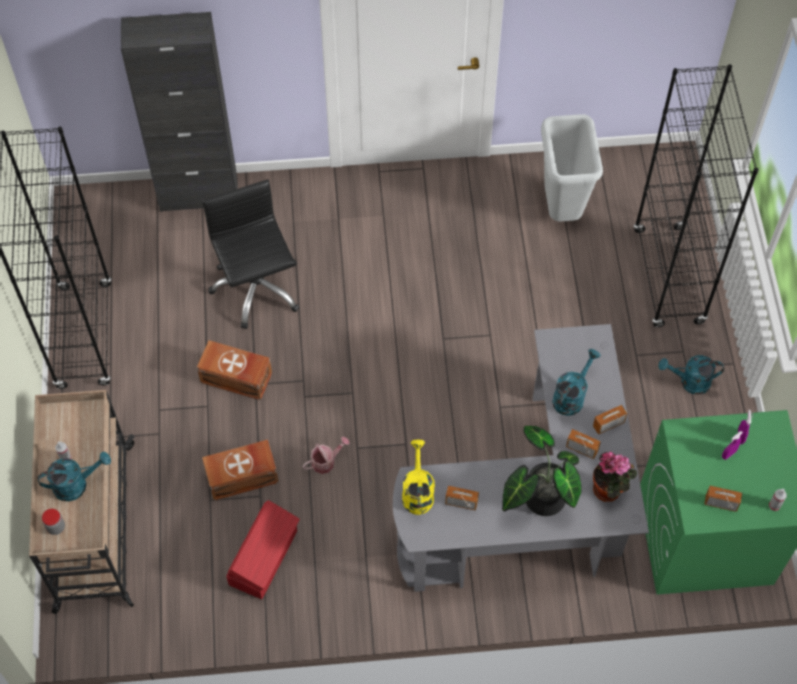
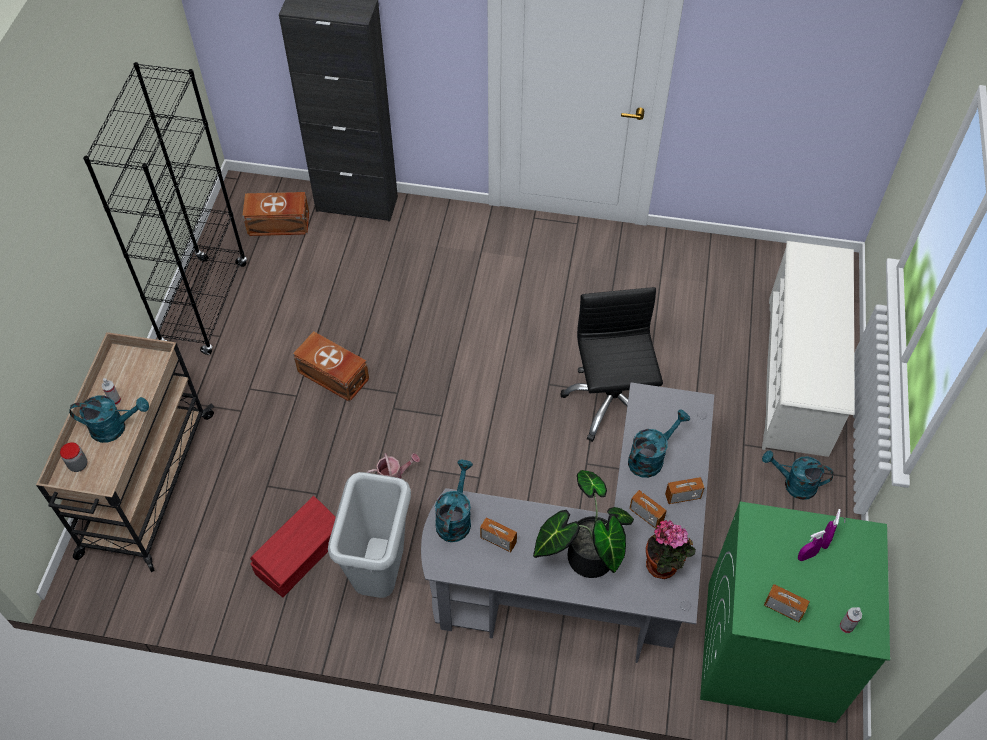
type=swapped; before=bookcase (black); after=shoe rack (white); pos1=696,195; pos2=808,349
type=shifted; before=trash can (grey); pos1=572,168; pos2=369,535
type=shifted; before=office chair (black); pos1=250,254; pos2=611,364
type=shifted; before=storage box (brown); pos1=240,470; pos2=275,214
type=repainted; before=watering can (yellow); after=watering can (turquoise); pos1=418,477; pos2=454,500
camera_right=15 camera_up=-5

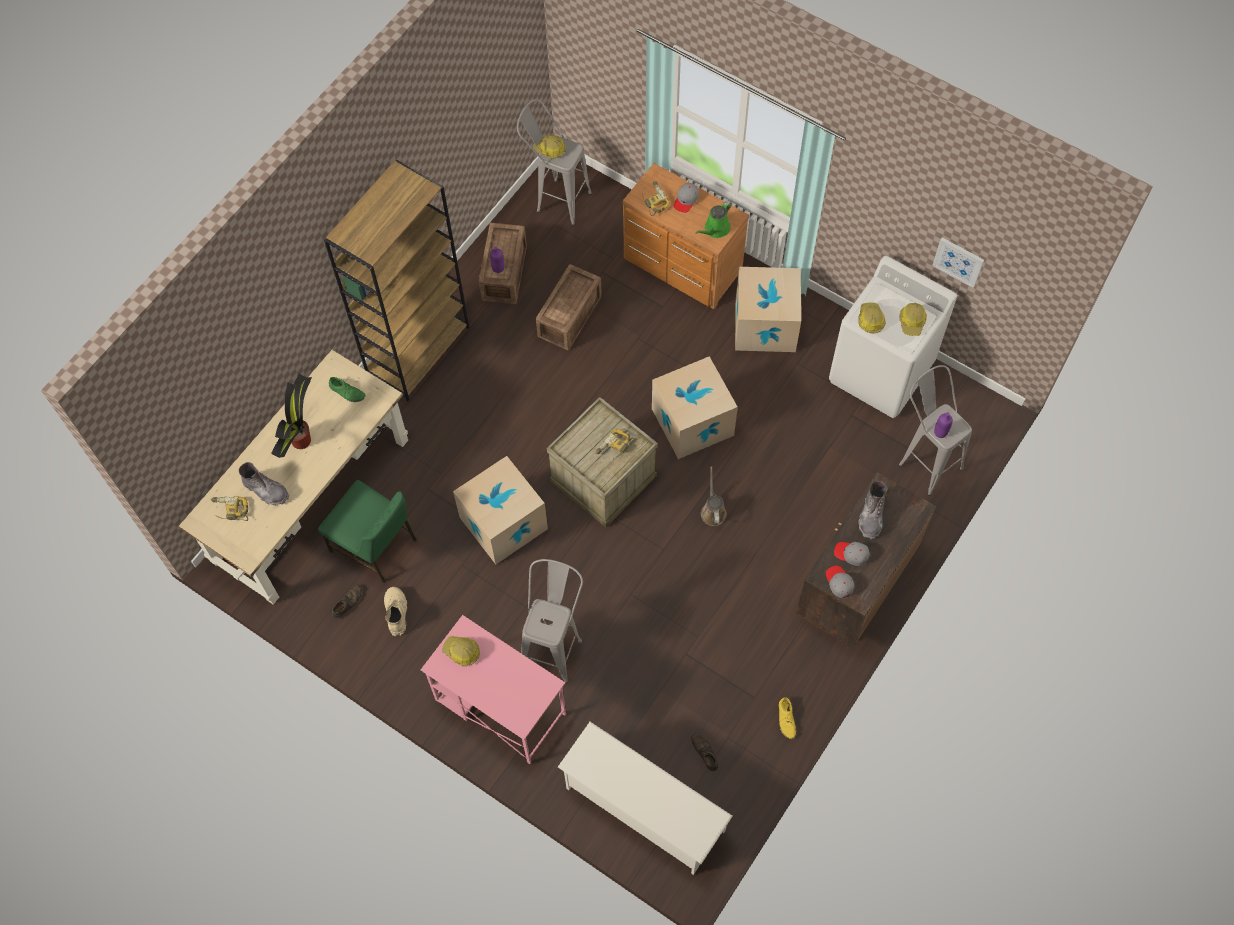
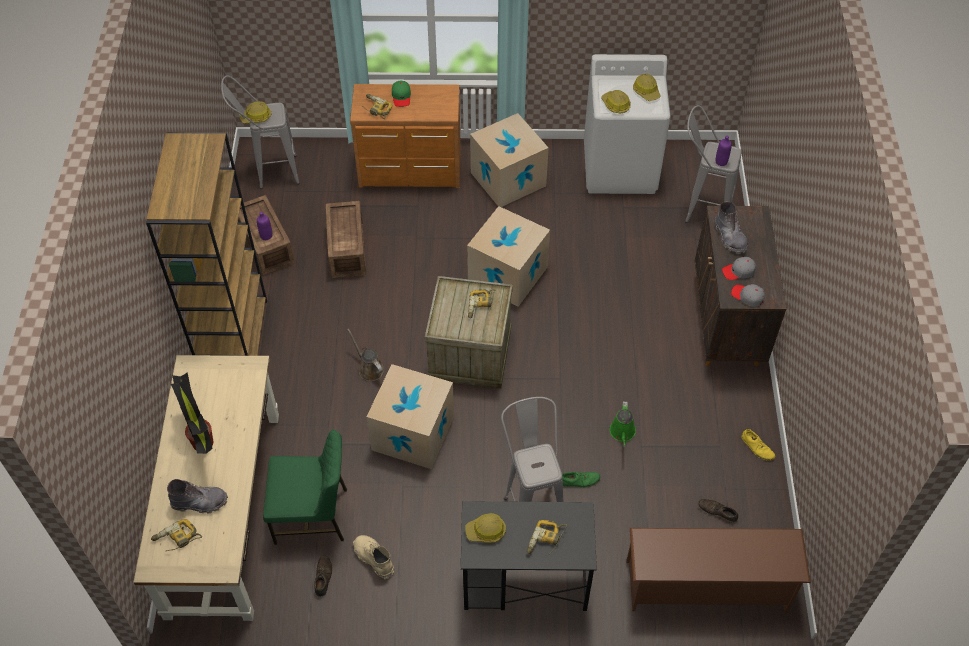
type=repainted; before=cap (grey); after=cap (green); pos1=686,198; pos2=401,93
type=shifted; before=watering can (green); pos1=713,219; pos2=623,424
type=gone; before=picture; pos1=958,262
type=shifted; before=shoe (green); pos1=347,389; pos2=581,479
type=shifted; before=watering can (brown); pos1=714,496; pos2=365,355
type=repainted; before=desk (pink); after=desk (black); pos1=493,689; pos2=529,556
type=repainted; before=shoe rack (white); after=shoe rack (brown); pos1=645,798; pos2=718,570
type=new; after=power drill; pos2=547,537
camera_right=-35 camera_up=-10

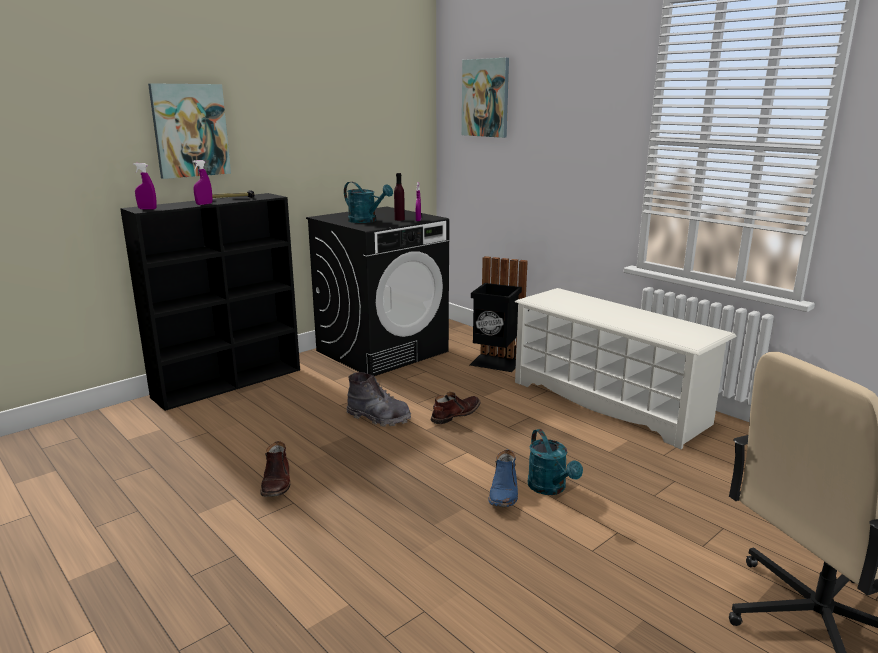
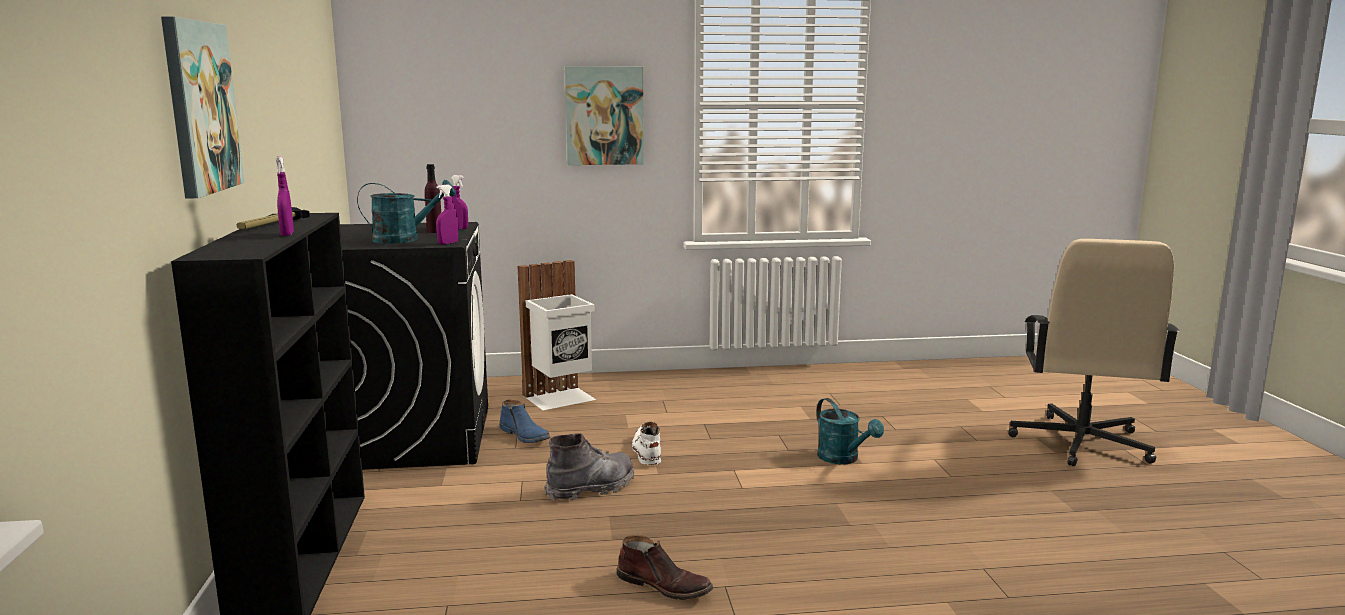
type=shifted; before=picture; pos1=485,98; pos2=604,115
type=shifted; before=spray bottle (purple); pos1=145,186; pos2=447,214
type=repainted; before=trash can (black); after=trash can (white); pos1=499,314; pos2=557,335
type=gone; before=shoe rack (white); pos1=626,368
type=repainted; before=boot (brown); after=boot (white); pos1=456,408; pos2=646,443
type=rotated; before=watering can (turquoise); pos1=555,462; pos2=850,431; turn=45
type=shifted; before=boot (blue); pos1=503,478; pos2=524,421
camera_right=-55 camera_up=-5

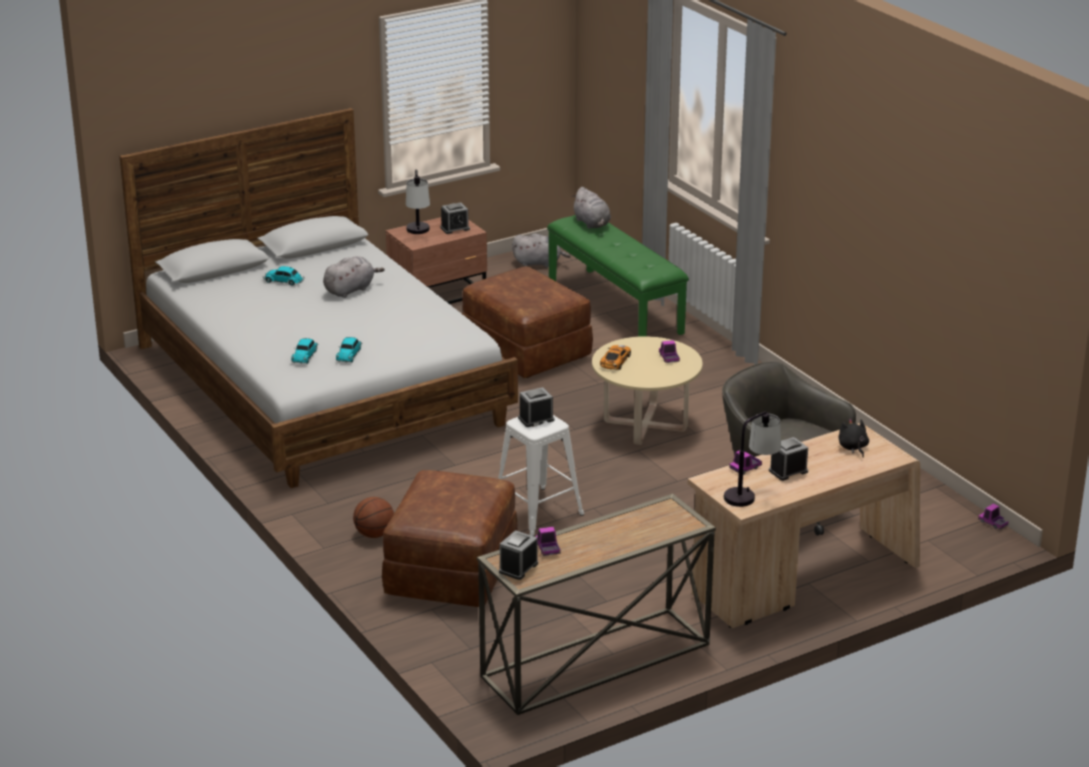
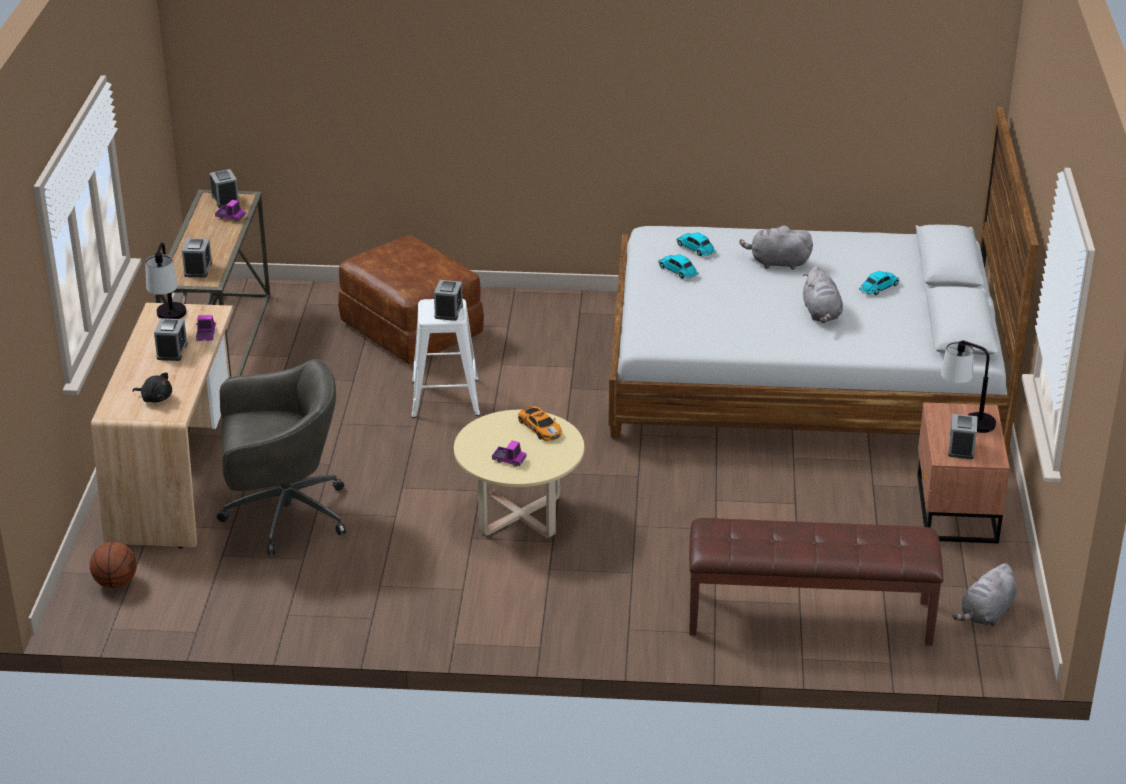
type=shifted; before=plush toy (grey); pos1=591,208; pos2=776,247
type=repainted; before=bench (green); after=bench (brown); pos1=618,276; pos2=816,582
type=gone; before=ottoman (brown); pos1=527,322
type=shifted; before=basketball; pos1=373,517; pos2=113,565
type=gone; before=toy truck; pos1=993,516
type=new; after=alarm clock; pos2=197,258
camera_right=125 camera_up=5

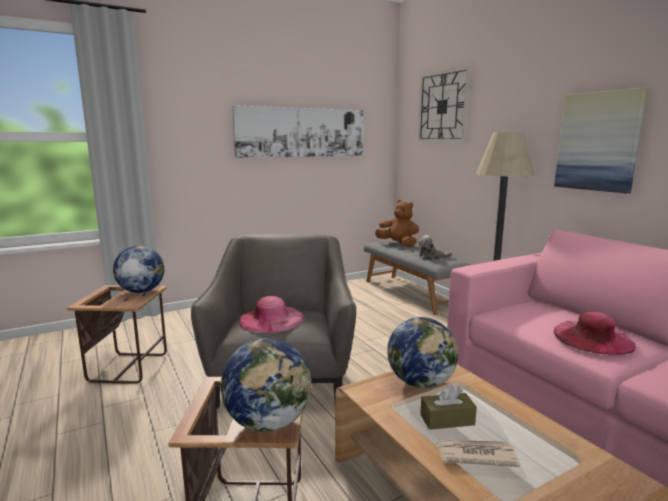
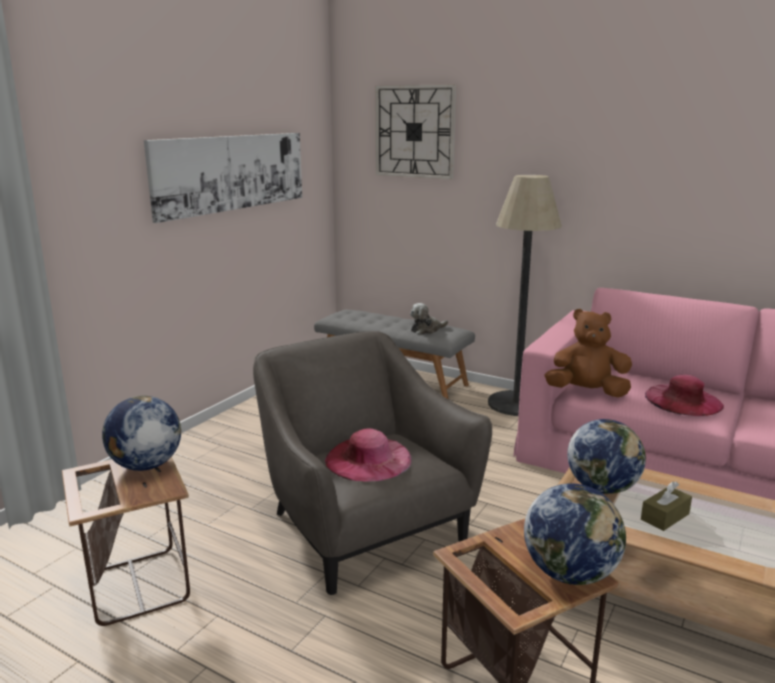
type=gone; before=picture; pos1=600,141
type=shifted; before=plush toy (brown); pos1=397,223; pos2=588,353
type=gone; before=newspaper; pos1=478,453
camera_right=-30 camera_up=5

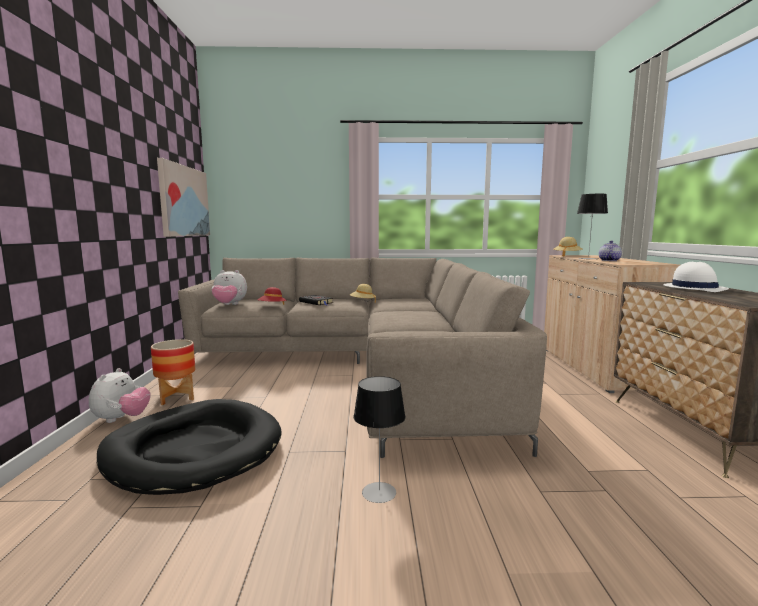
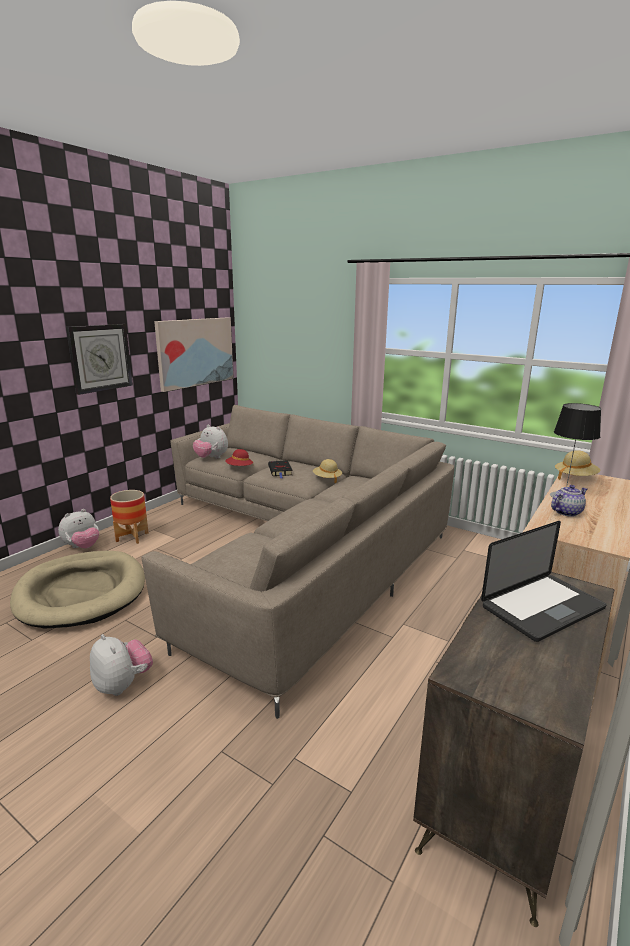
type=swapped; before=hat (white); after=laptop; pos1=696,277; pos2=543,581
type=swapped; before=table lamp; after=plush toy; pos1=380,439; pos2=121,665
type=repainted; before=dog bed (black); after=dog bed (beige); pos1=189,447; pos2=77,589
type=new; after=wall clock; pos2=99,359
camera_right=35 camera_up=10

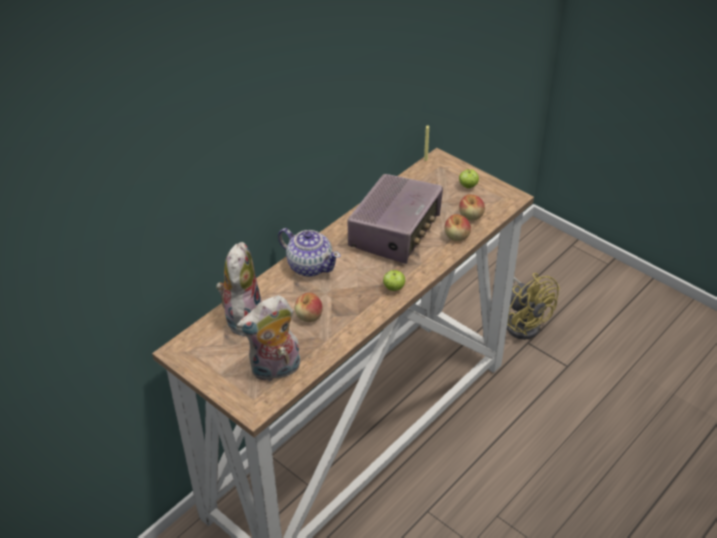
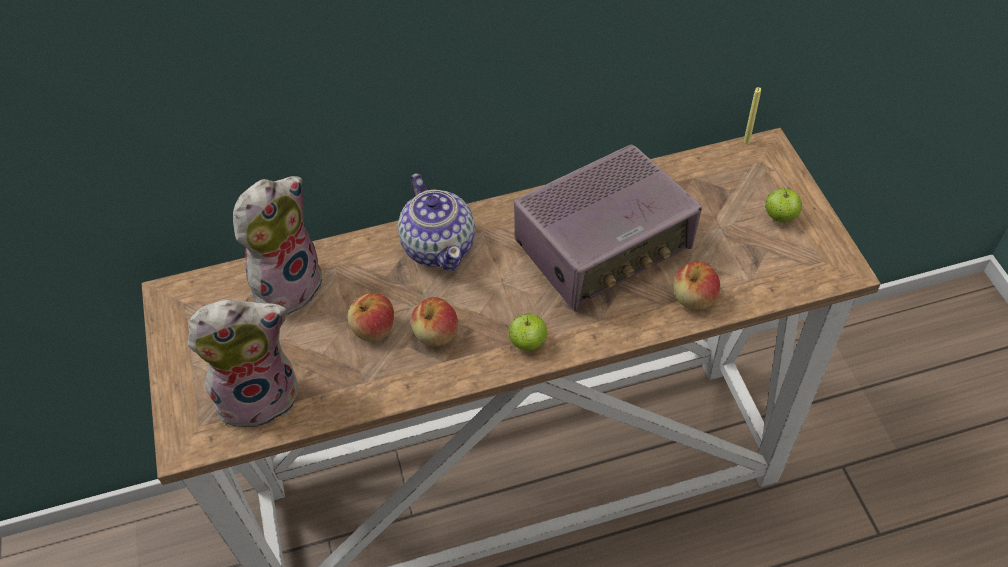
type=shifted; before=apple; pos1=472,207; pos2=434,322
type=gone; before=fan (yellow); pos1=533,306
type=rotated; before=plush toy; pos1=268,338; pos2=242,366; turn=150
camera_right=35 camera_up=10

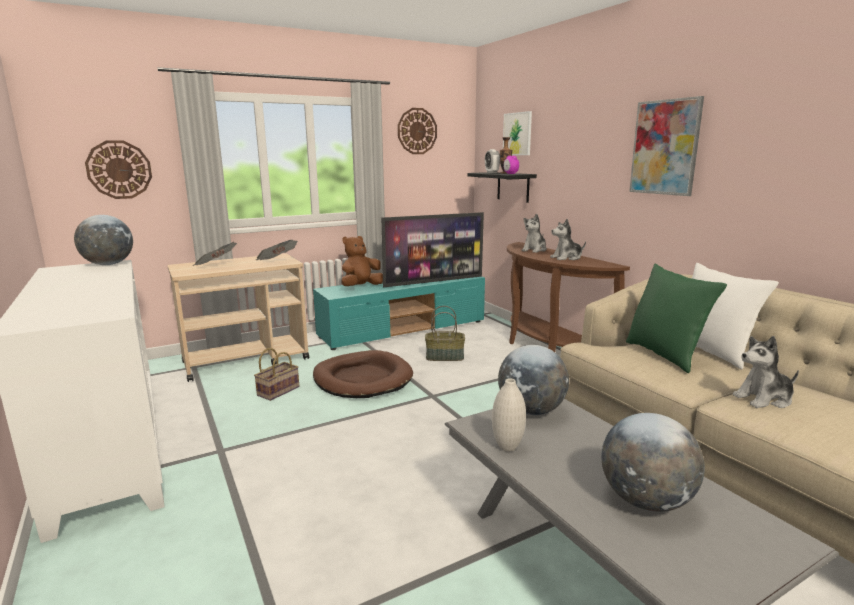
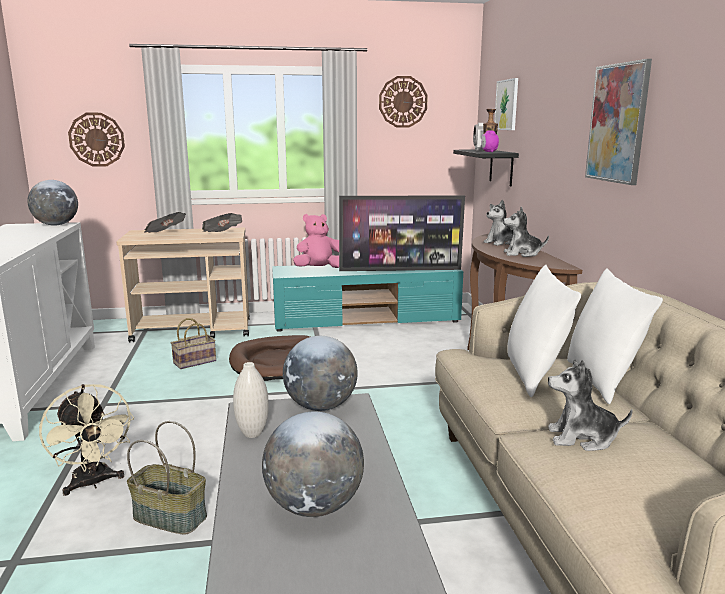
type=repainted; before=plush toy (brown); after=plush toy (pink); pos1=362,261; pos2=316,241
type=repainted; before=pillow (green); after=pillow (white); pos1=676,318; pos2=544,331
type=shifted; before=basket; pos1=445,333; pos2=167,477
type=new; after=fan (beige); pos2=86,440
camera_right=20 camera_up=0

